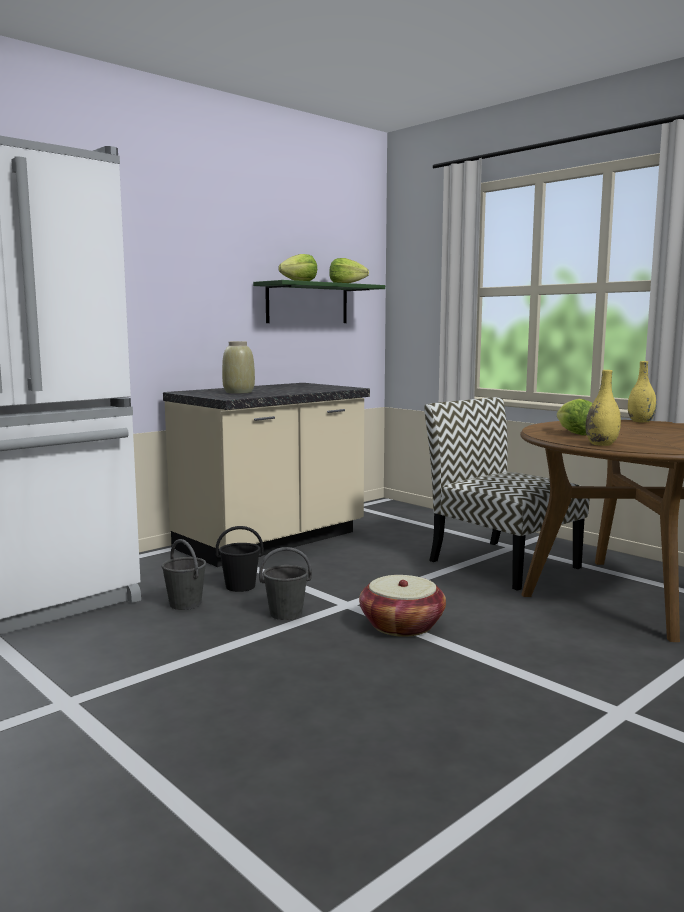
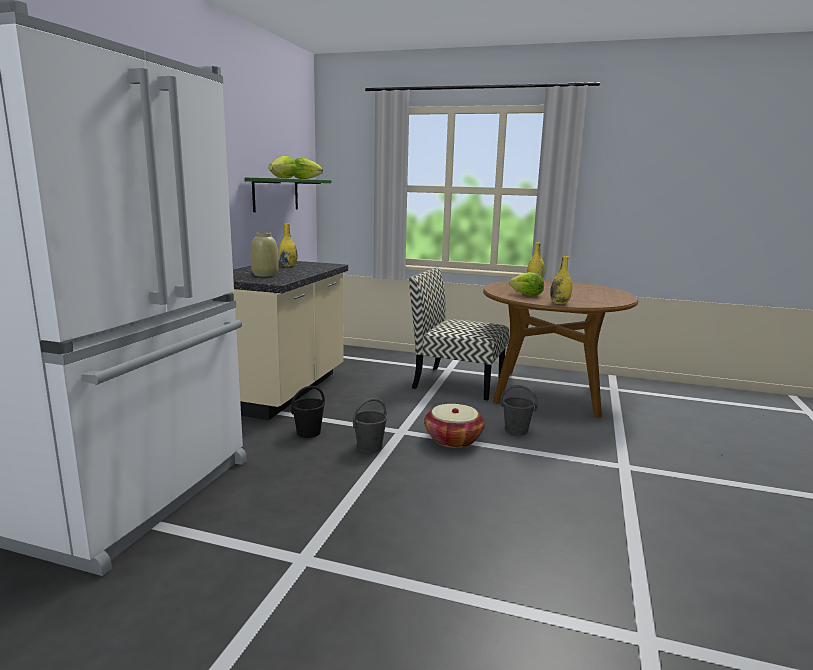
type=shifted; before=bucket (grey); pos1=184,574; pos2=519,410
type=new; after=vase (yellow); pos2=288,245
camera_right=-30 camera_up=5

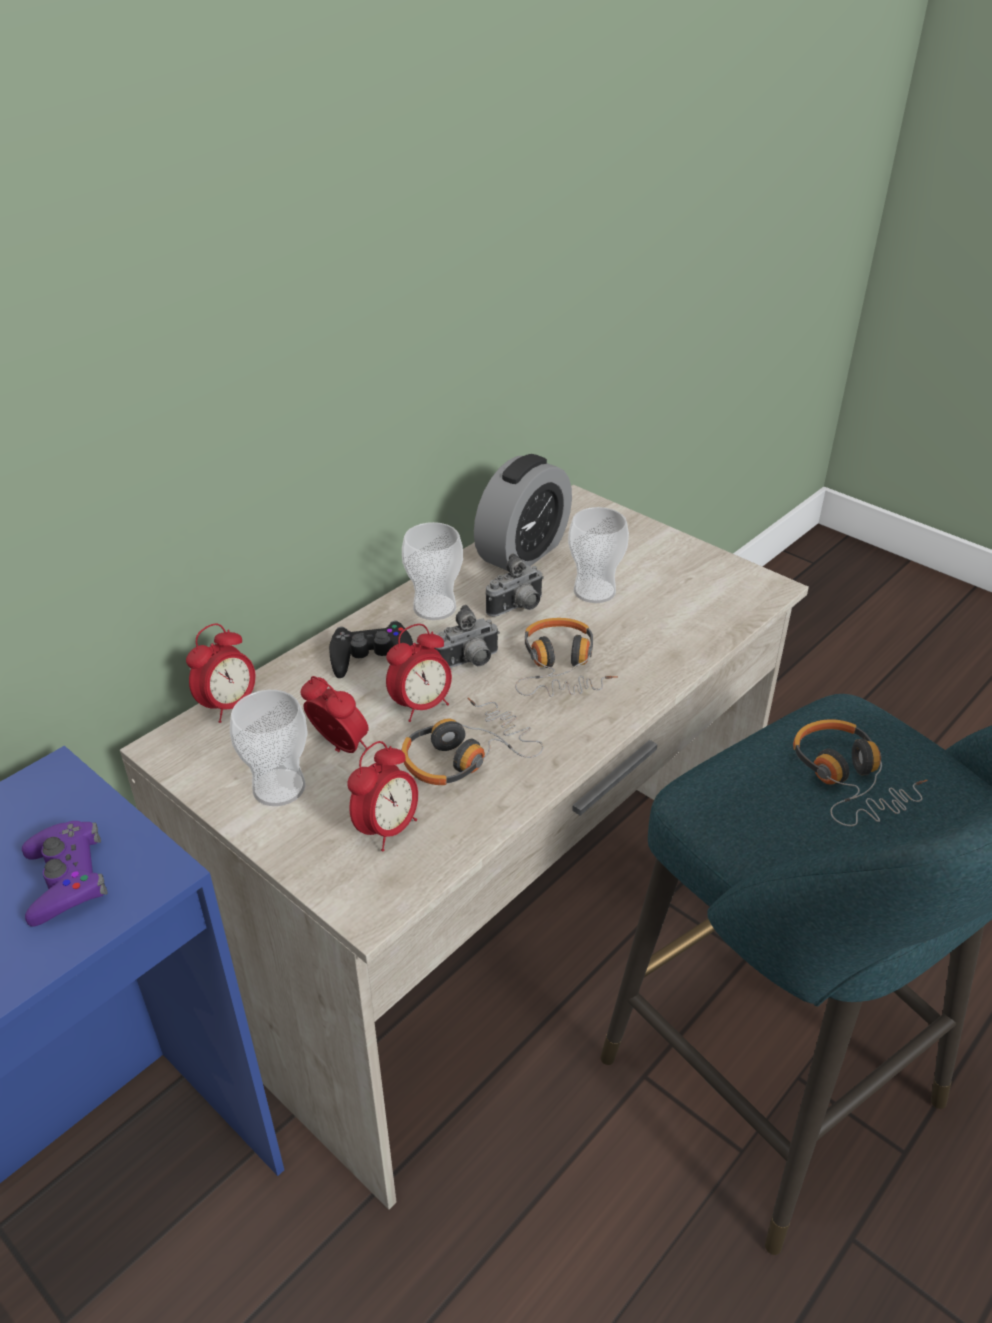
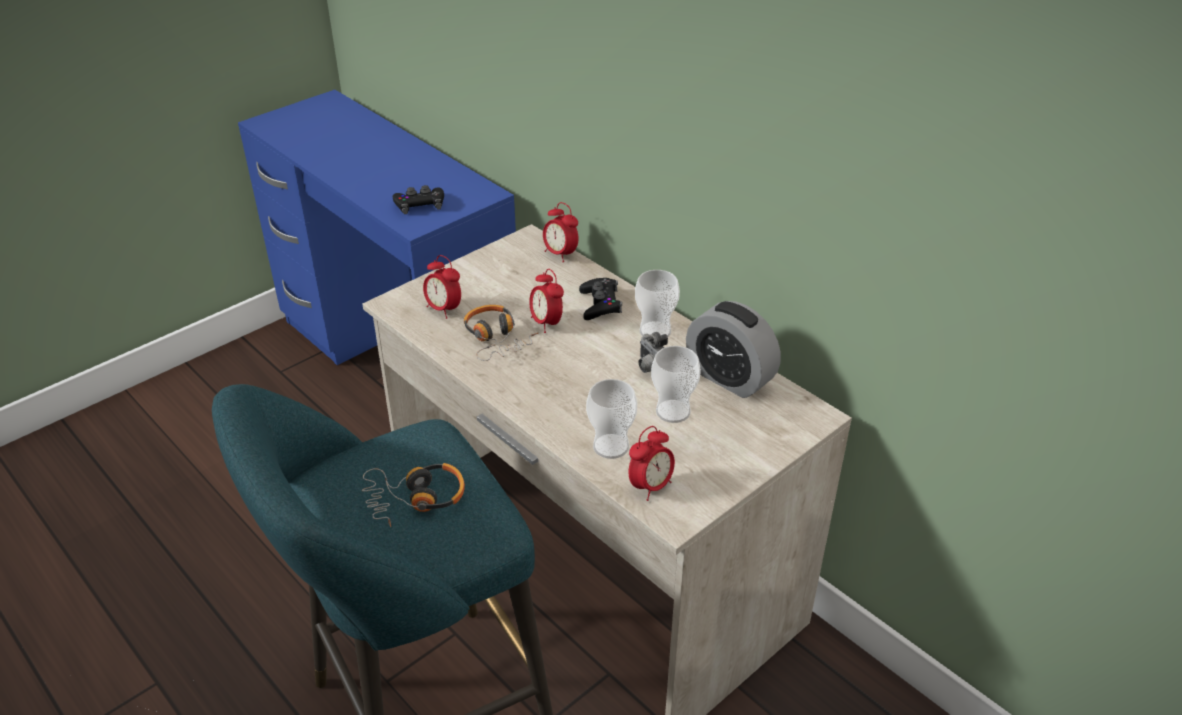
type=gone; before=photo camera; pos1=467,636
type=gone; before=headphones; pos1=566,657
type=shifted; before=alarm clock; pos1=335,714; pos2=651,463
type=shifted; before=cup; pos1=269,748; pos2=611,419
type=repainted; before=game controller (purple); after=game controller (black); pos1=64,874; pos2=418,199
camera_right=95 camera_up=0

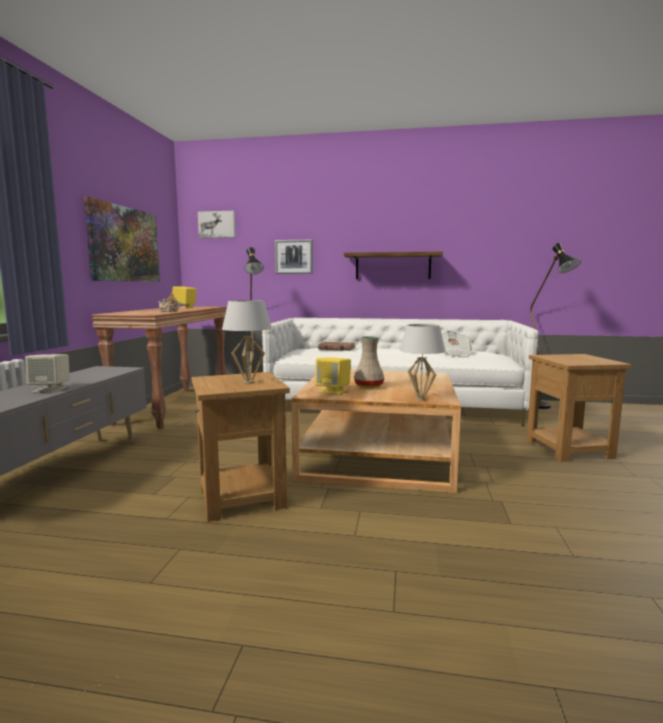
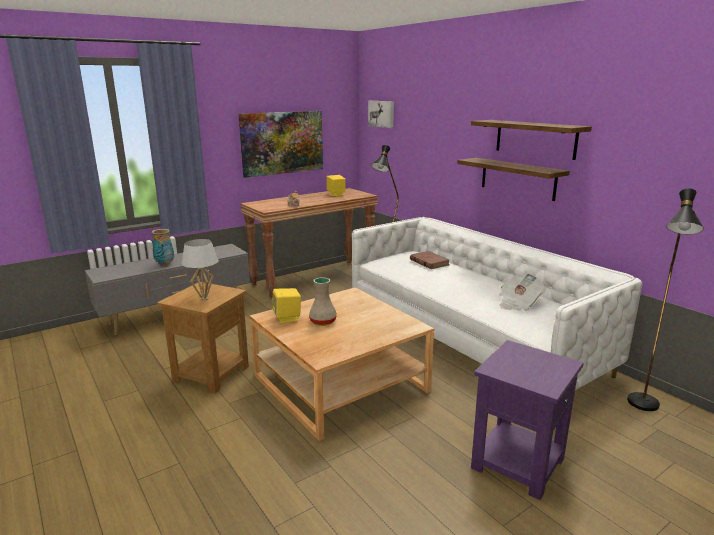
type=gone; before=picture; pos1=294,256
type=gone; before=table lamp (white); pos1=422,362
type=swapped; before=speaker (beige); after=vase; pos1=47,373; pos2=162,247
type=repainted; before=side table (brown); after=side table (purple); pos1=579,408; pos2=527,420
type=new; after=shelf; pos2=531,140
camera_right=45 camera_up=10

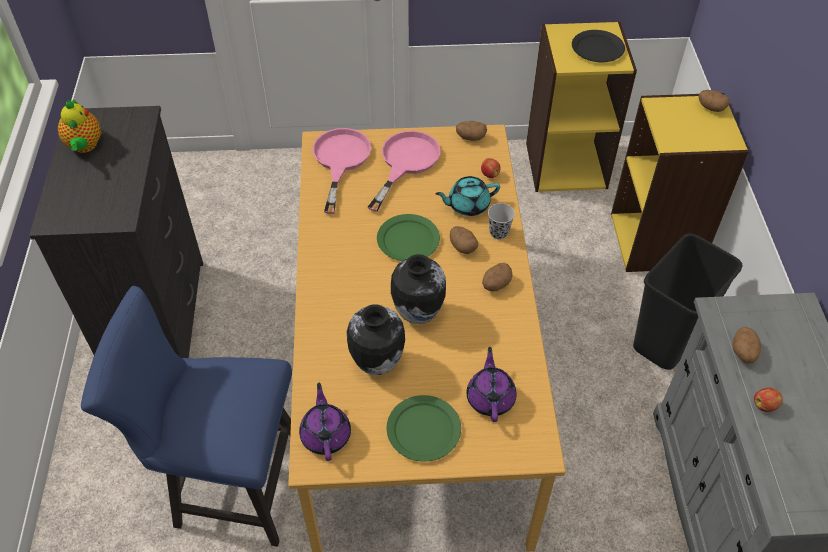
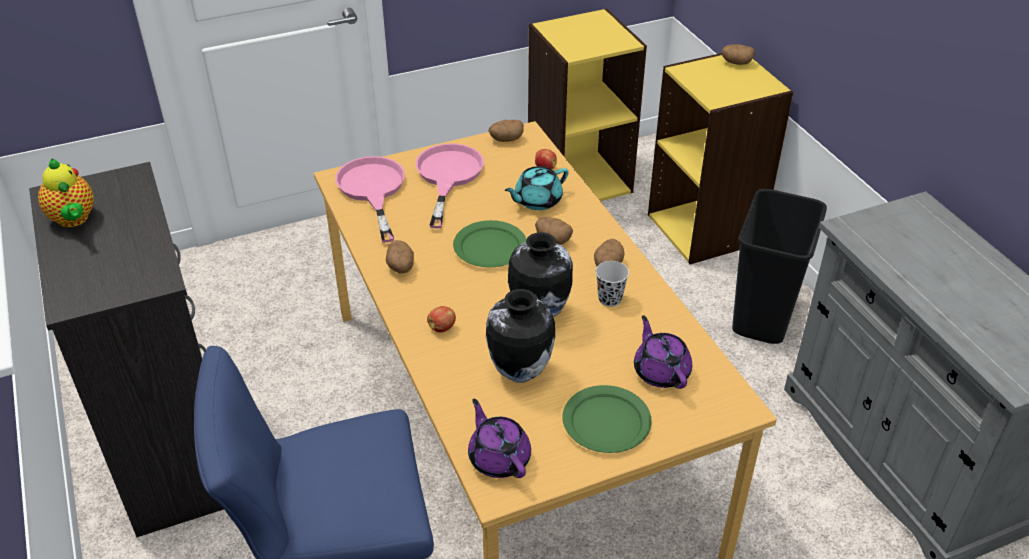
type=gone; before=plate (black); pos1=598,46
type=shifted; before=cup (black); pos1=501,221; pos2=612,284
type=shifted; before=potato; pos1=746,345; pos2=400,256
type=shifted; before=apple; pos1=768,400; pos2=441,319
camera_right=-20 camera_up=-10

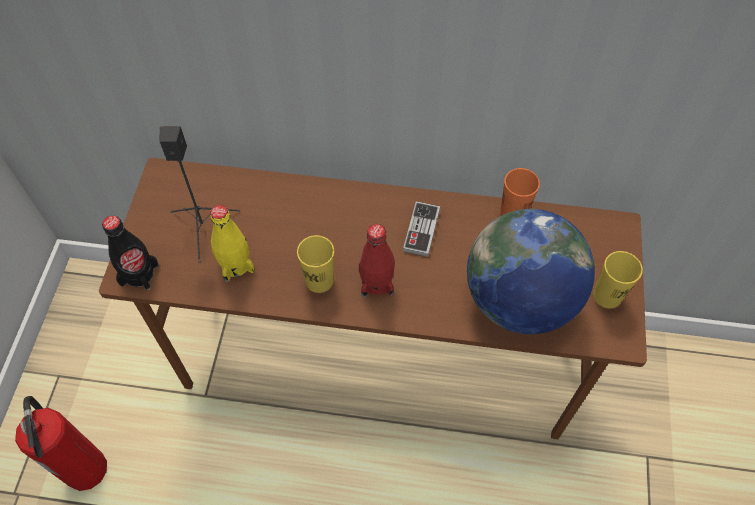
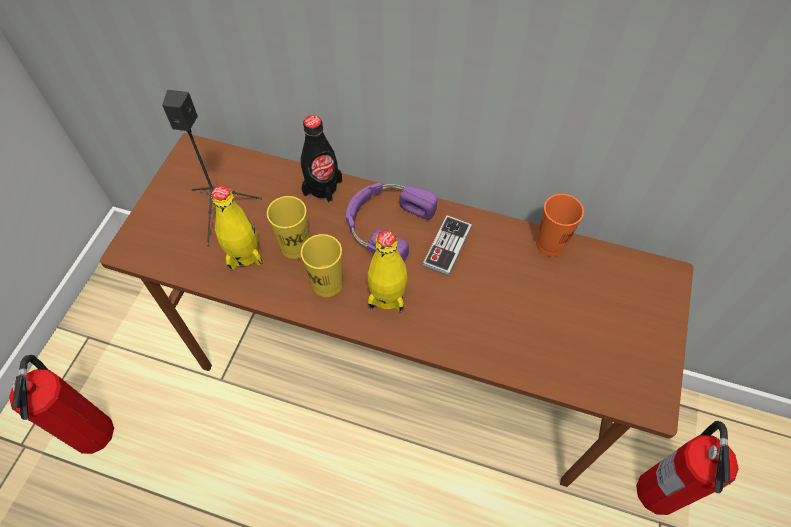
type=gone; before=globe; pos1=531,271
type=shifted; before=bottle (black); pos1=130,253; pos2=321,159
type=repainted; before=bottle (red); after=bottle (yellow); pos1=377,260; pos2=388,271
type=shifted; before=cup (yellow); pos1=618,279; pos2=288,227
type=new; after=headphones (purple); pos2=391,221
type=new; after=fire extinguisher; pos2=687,468
camera_right=10 camera_up=0

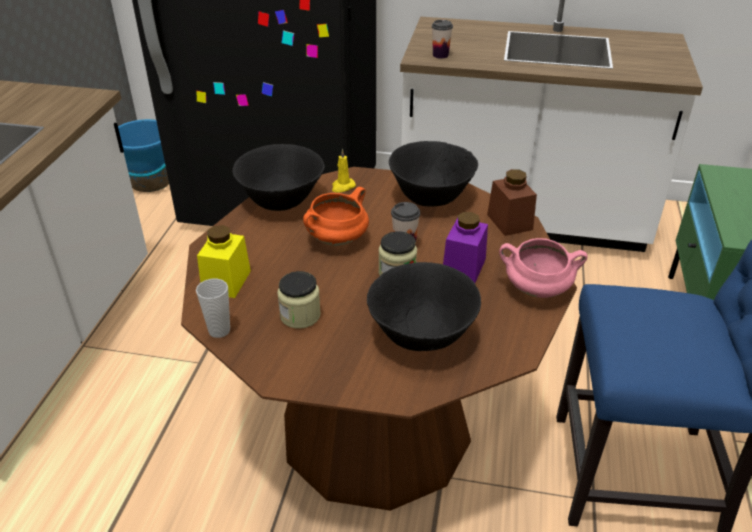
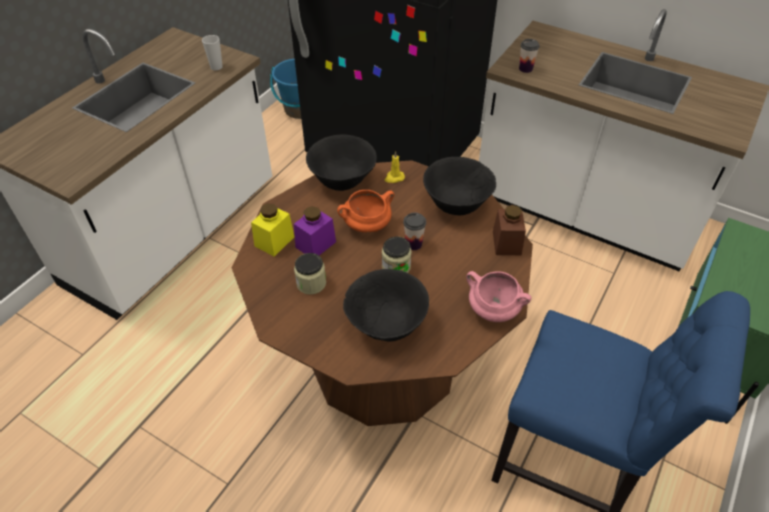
type=shifted; before=jar (purple); pos1=465,247; pos2=315,230
type=shifted; before=cup; pos1=213,308; pos2=212,52
camera_right=20 camera_up=10

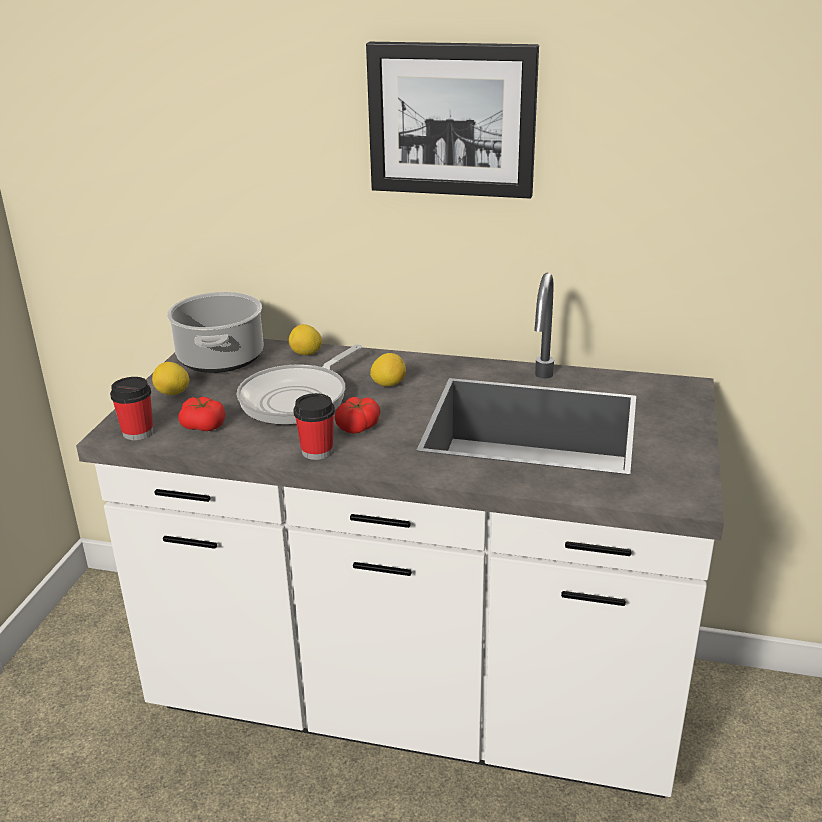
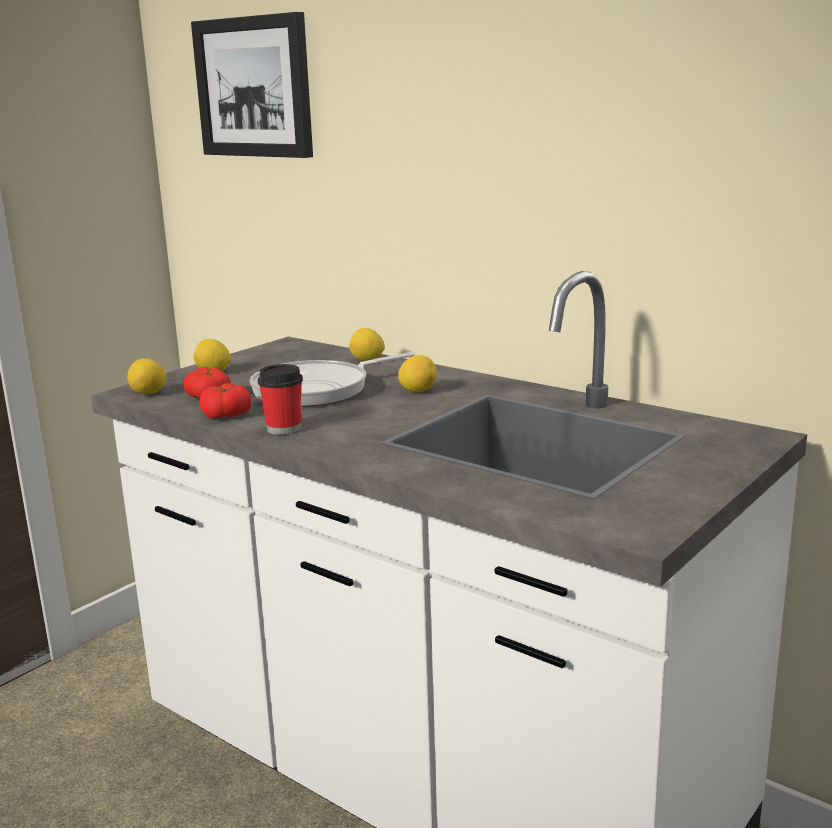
type=shifted; before=picture; pos1=452,120; pos2=252,85
type=gone; before=cooking pot; pos1=215,332
type=swapped; before=cup; after=lemon; pos1=131,408; pos2=147,376
type=shifted; before=tomato; pos1=357,415; pos2=225,401
camera_right=25 camera_up=-10

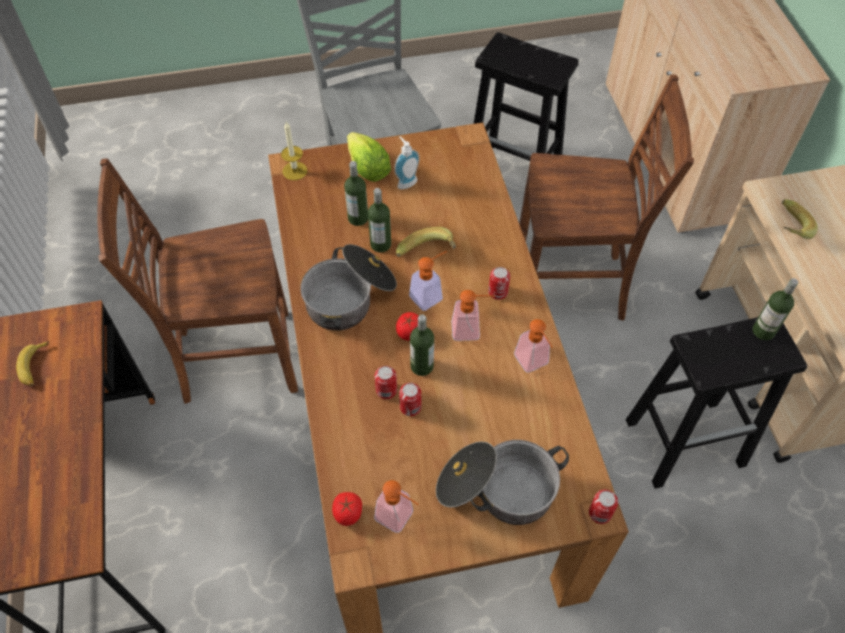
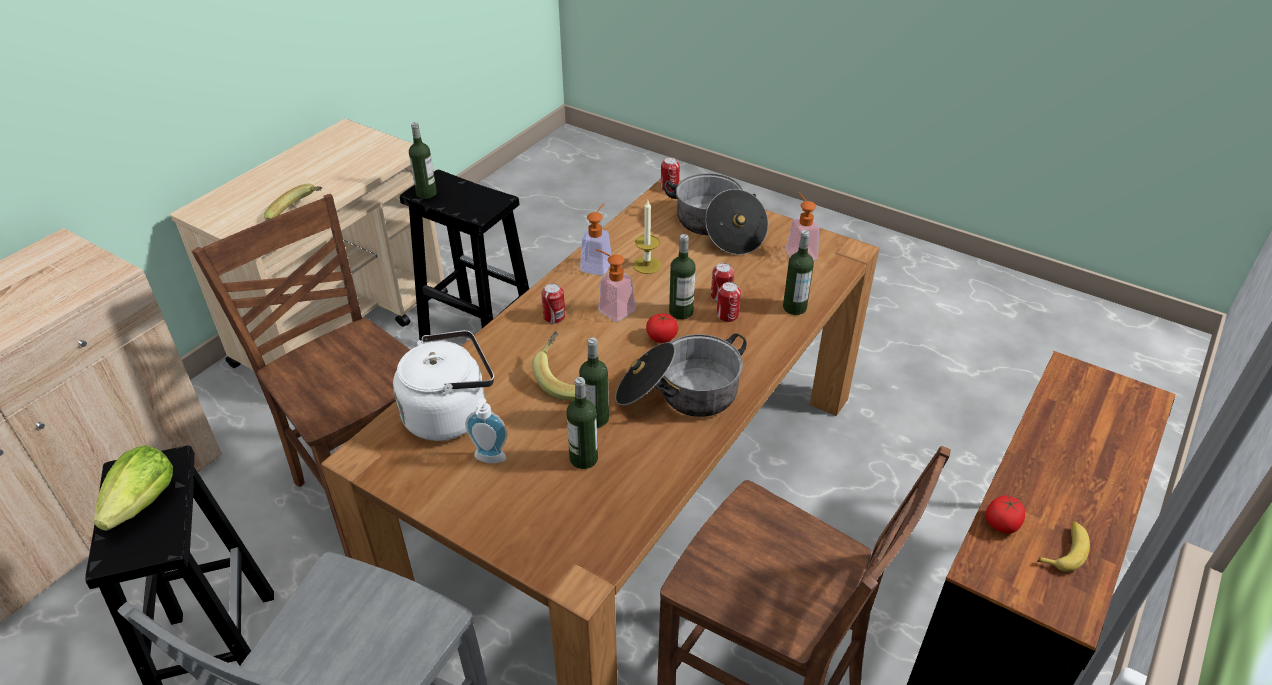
type=shifted; before=candle; pos1=294,151; pos2=647,237
type=shifted; before=lettuce; pos1=369,157; pos2=133,488
type=gone; before=soap dispenser; pos1=428,281
type=shifted; before=tomato; pos1=347,509; pos2=1005,514
type=new; after=bottle; pos2=798,272
type=new; after=kettle (white); pos2=443,385
camera_right=-135 camera_up=-15

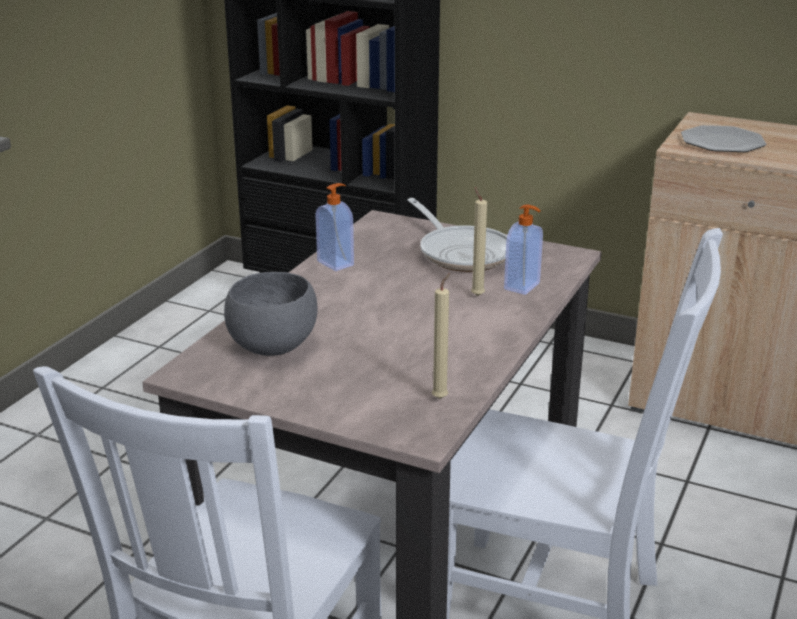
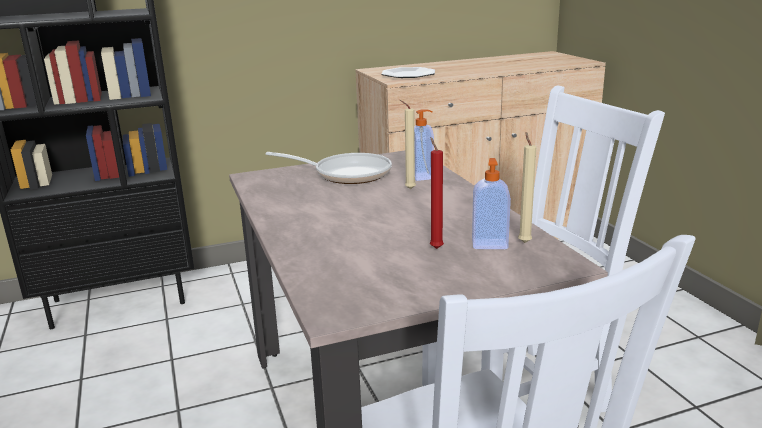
type=shifted; before=soap dispenser; pos1=334,227; pos2=491,203
type=gone; before=bowl (grey); pos1=271,314
type=new; after=candle (red); pos2=437,193
camera_right=-45 camera_up=-5

